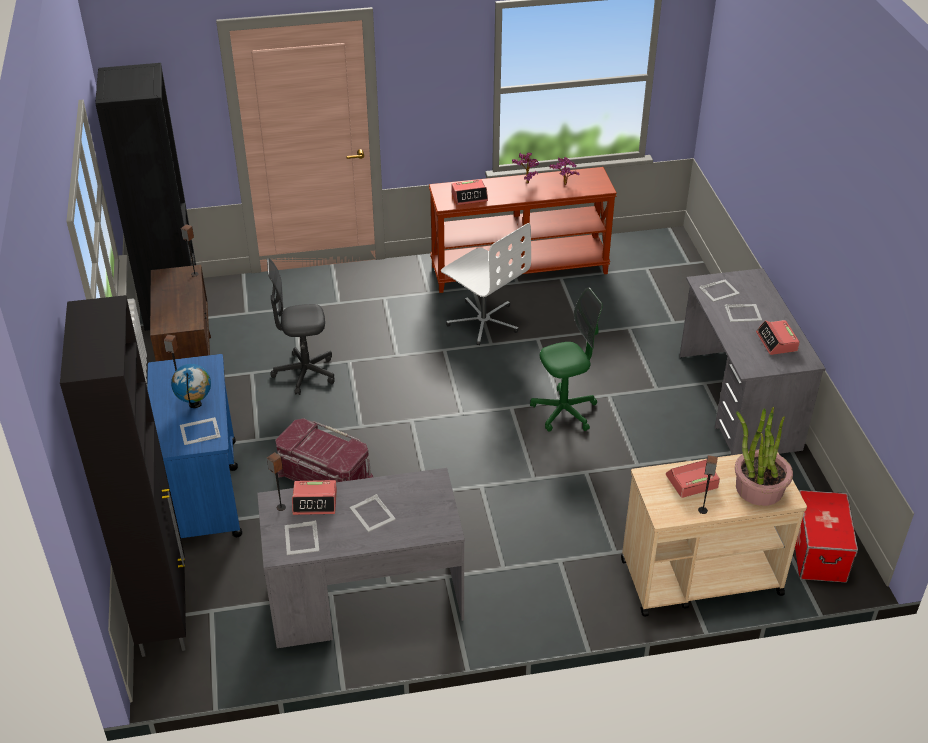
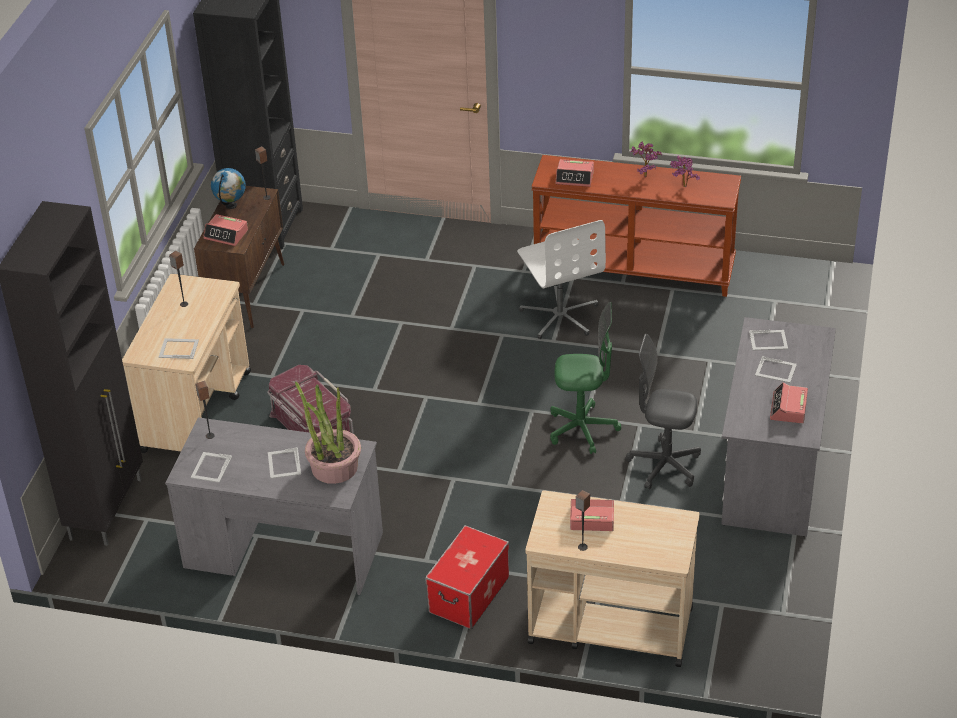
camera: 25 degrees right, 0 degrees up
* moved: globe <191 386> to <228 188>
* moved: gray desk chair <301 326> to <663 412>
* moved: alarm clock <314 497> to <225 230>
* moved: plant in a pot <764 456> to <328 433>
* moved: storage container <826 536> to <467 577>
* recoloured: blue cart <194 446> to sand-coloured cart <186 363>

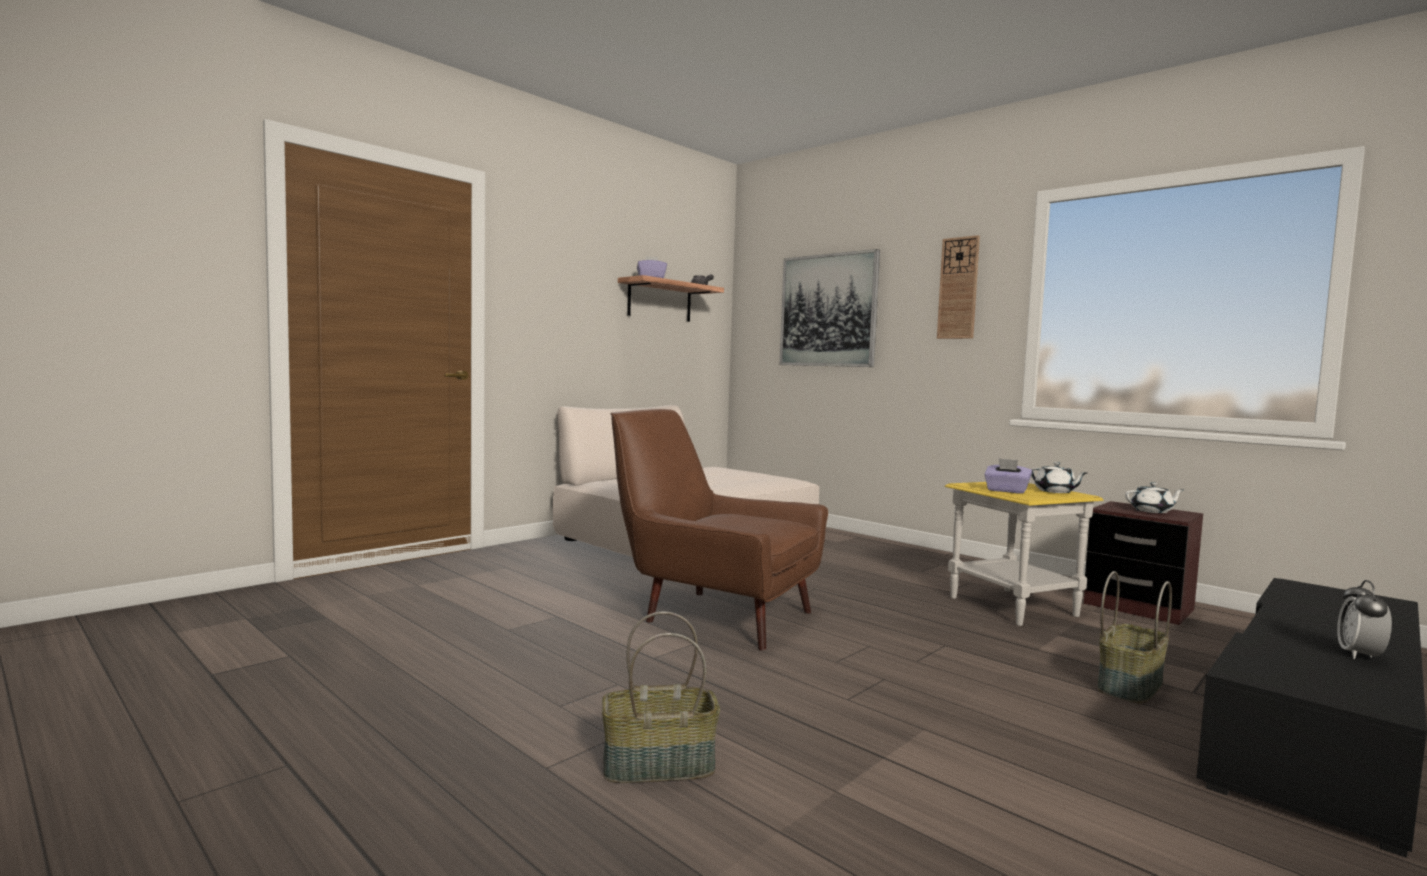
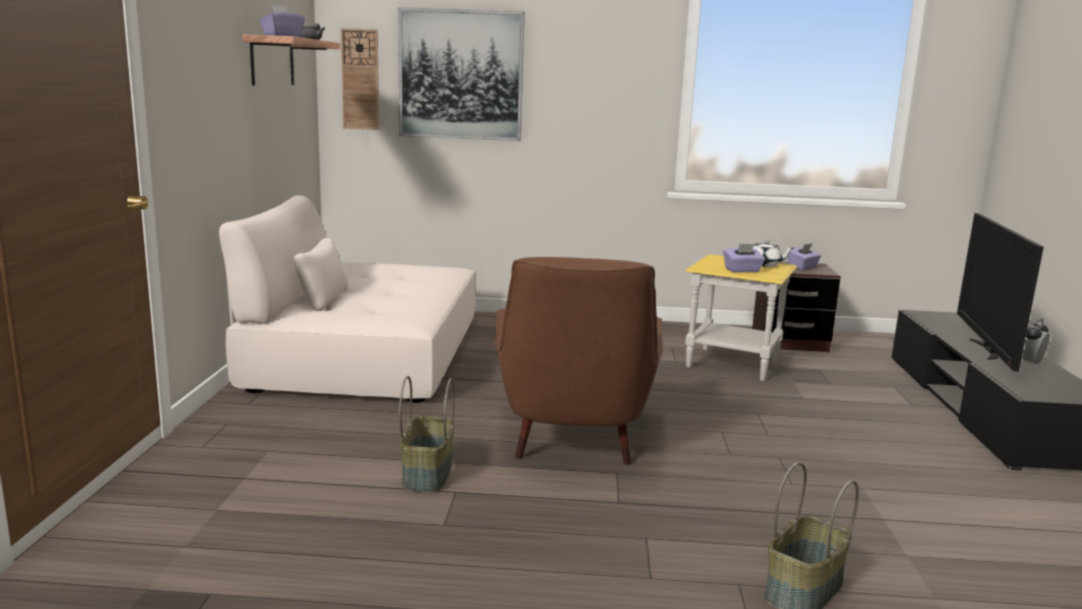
camera: 40 degrees left, 10 degrees up
* added: television <1000 292>
* moved: hanging clock <958 287> to <360 79>
* moved: basket <1134 637> to <426 434>
* replaced: whitish tea pot <1154 497> to purple-coloured box of tissues <804 256>
* turned: brown-coloured armchair <719 530> = <579 361> 75 degrees counterclockwise
* turned: alarm clock <1364 619> = <1035 341> 60 degrees clockwise

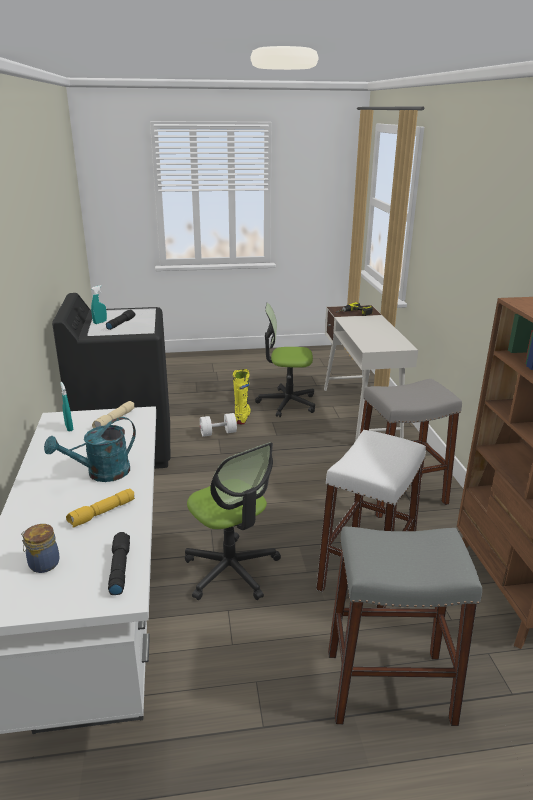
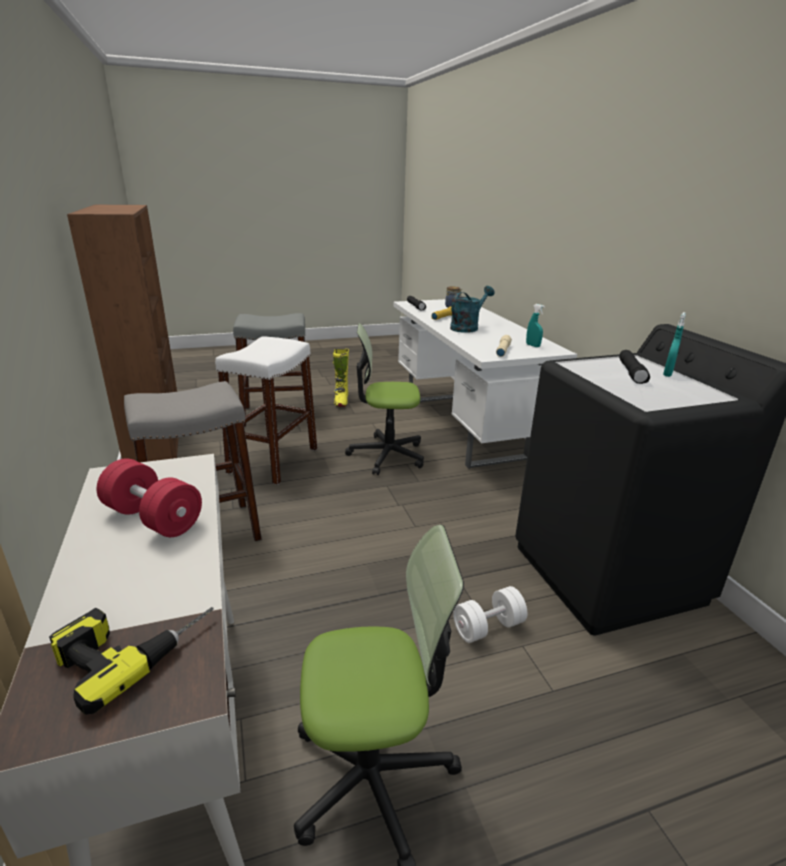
camera: 170 degrees right, 0 degrees up
* added: red hand weight <149 497>
* moved: yellow high-top boot <242 396> to <341 378>
* turned: desk chair <233 521> = <384 399> 45 degrees counterclockwise

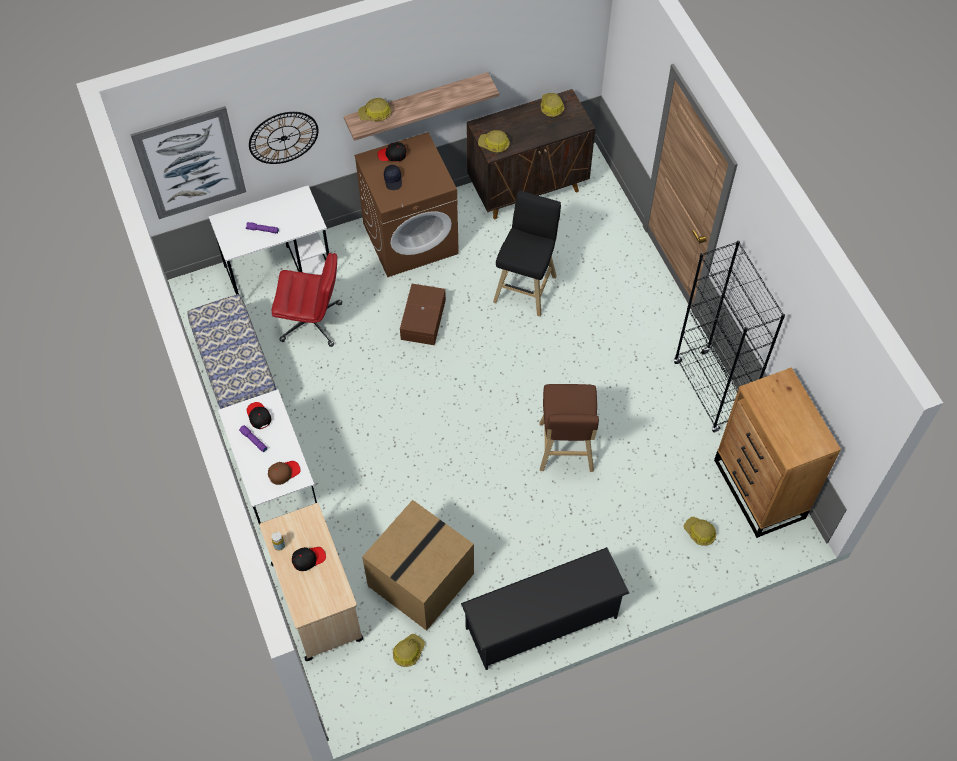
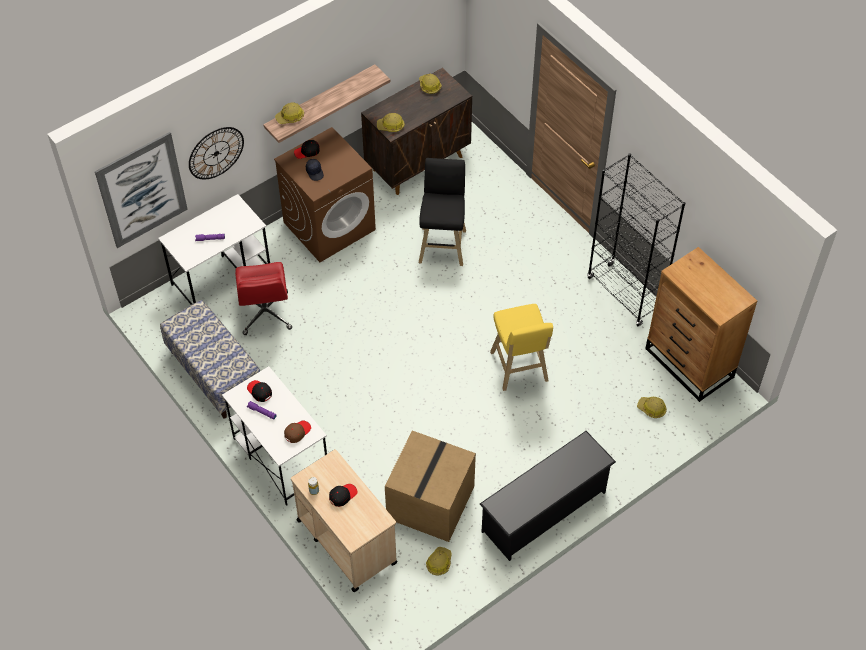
camera: 15 degrees left, 5 degrees down
* removed: brown-coloured storage container <423 314>
* recoloured: brown-coloured stool <569 428> to yellow stool <521 347>
* turned: red desk chair <307 300> = <263 298> 90 degrees clockwise

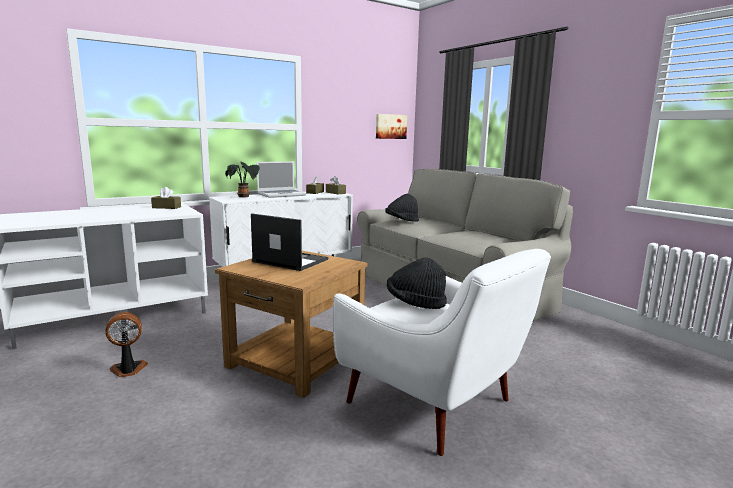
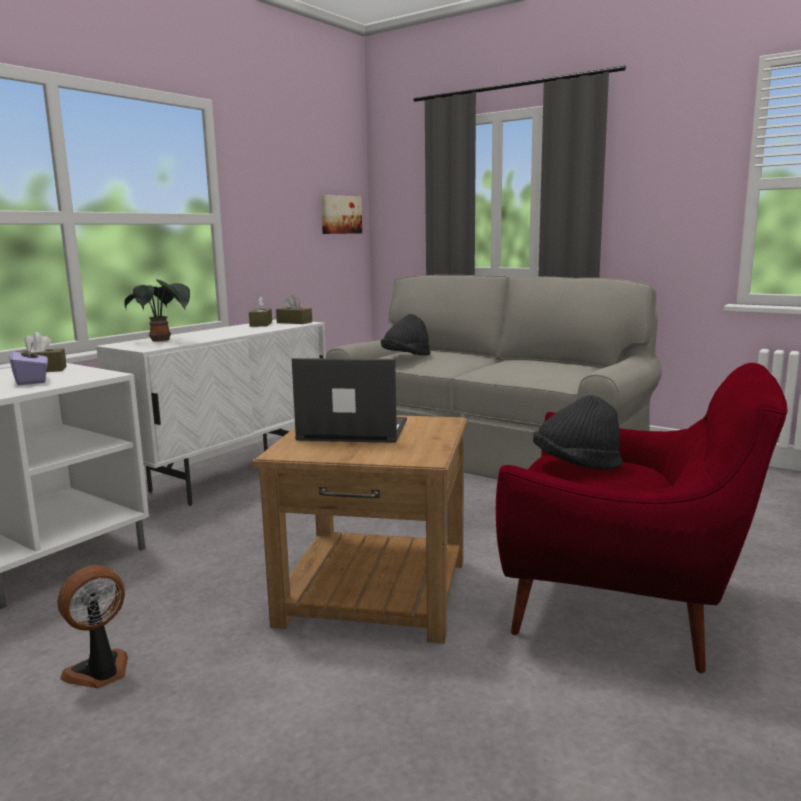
camera: 20 degrees left, 0 degrees up
* removed: portable computer <281 179>
* added: purple-coloured box of tissues <29 363>
* recoloured: whitish armchair <442 352> to red armchair <641 518>

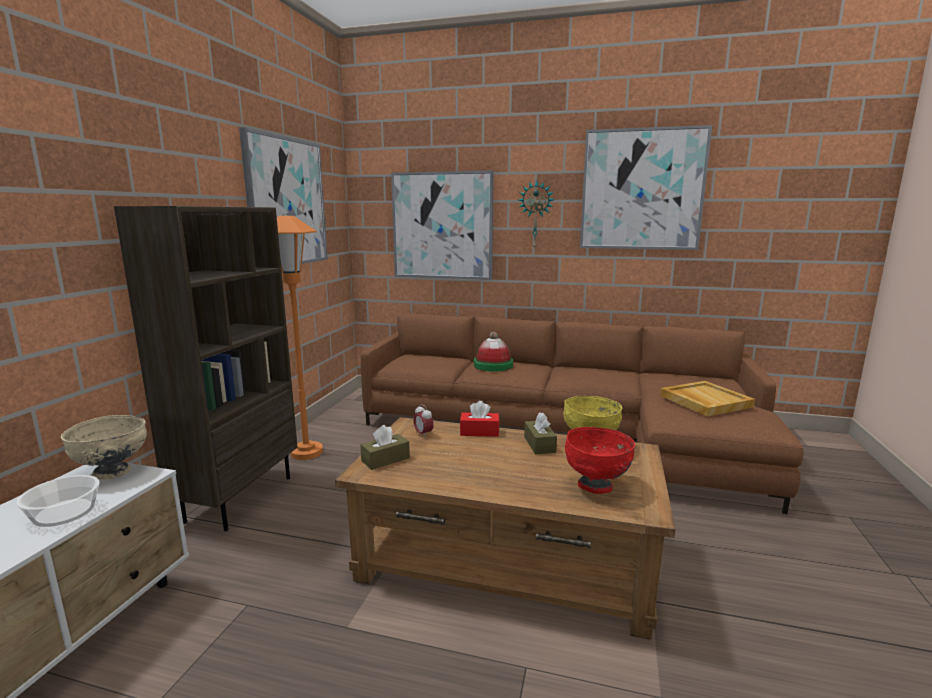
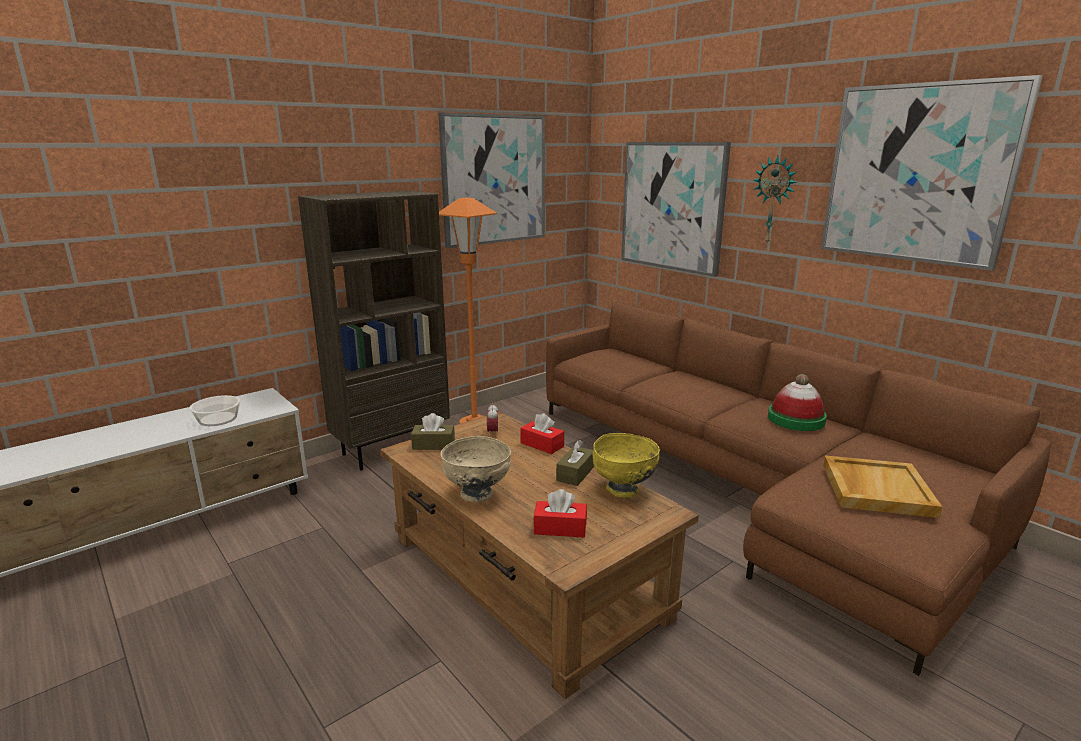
camera: 35 degrees right, 5 degrees up
* moved: sand-coloured bowl <104 447> to <476 469>
* moved: hat <493 352> to <797 402>
* replaced: red bowl <600 460> to red box of tissues <560 513>

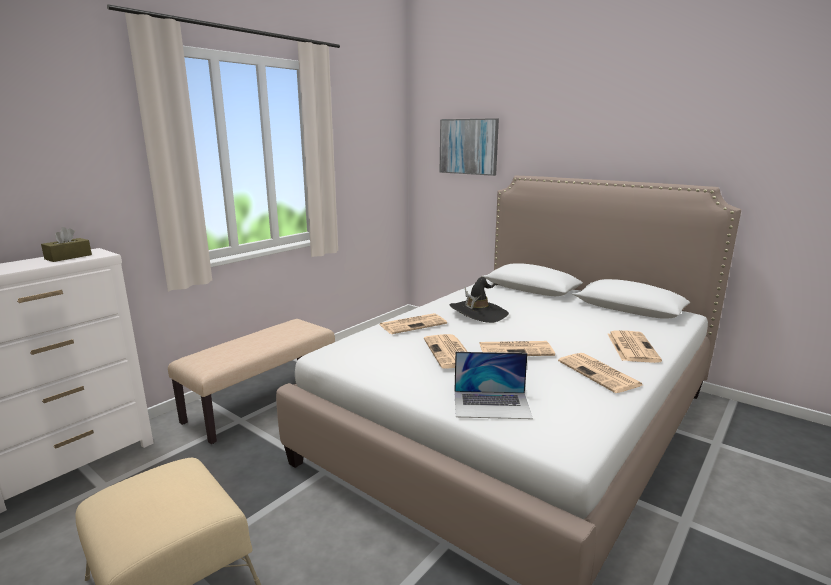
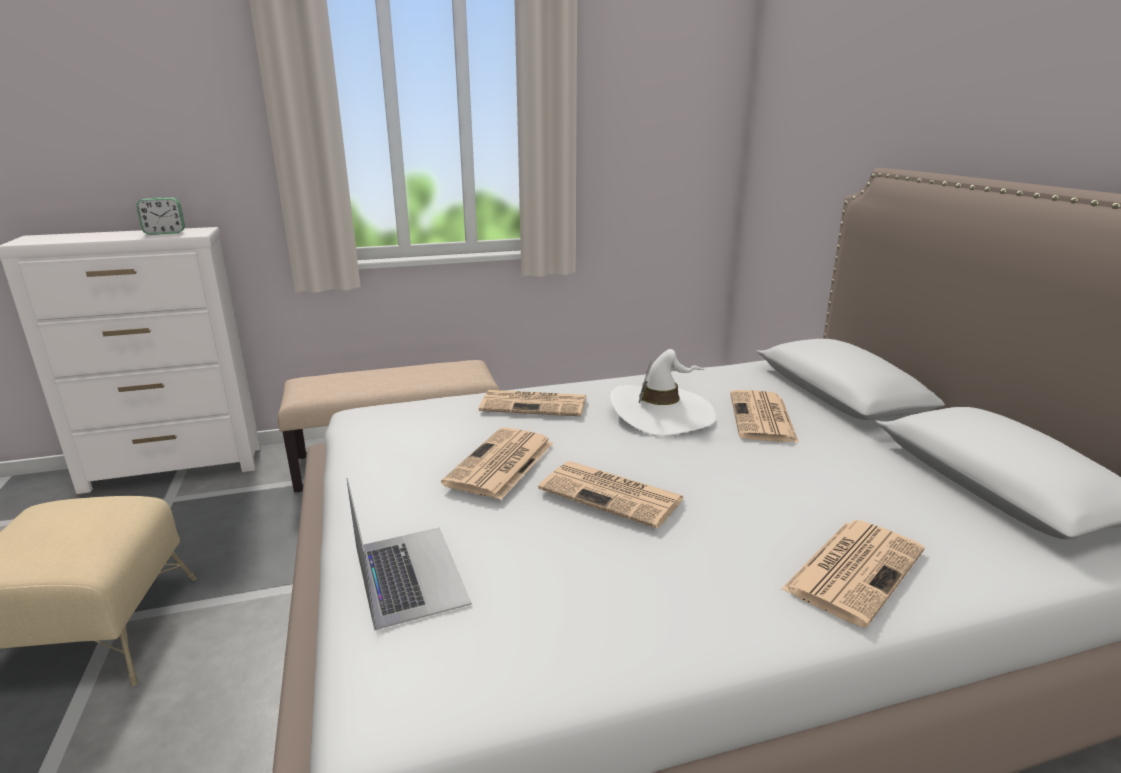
camera: 35 degrees right, 5 degrees up
* removed: wall picture <469 147>
* moved: newspaper <600 373> to <764 416>
* replaced: brown-coloured box of tissues <66 244> to alarm clock <160 216>
* recoloured: black hat <479 300> to whitish hat <663 392>
* turned: portable computer <493 385> = <409 554> 150 degrees counterclockwise

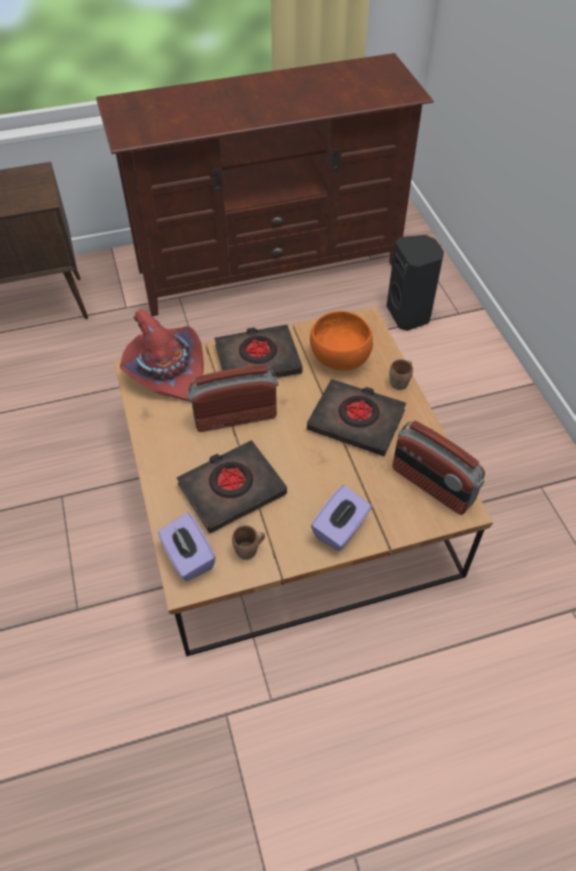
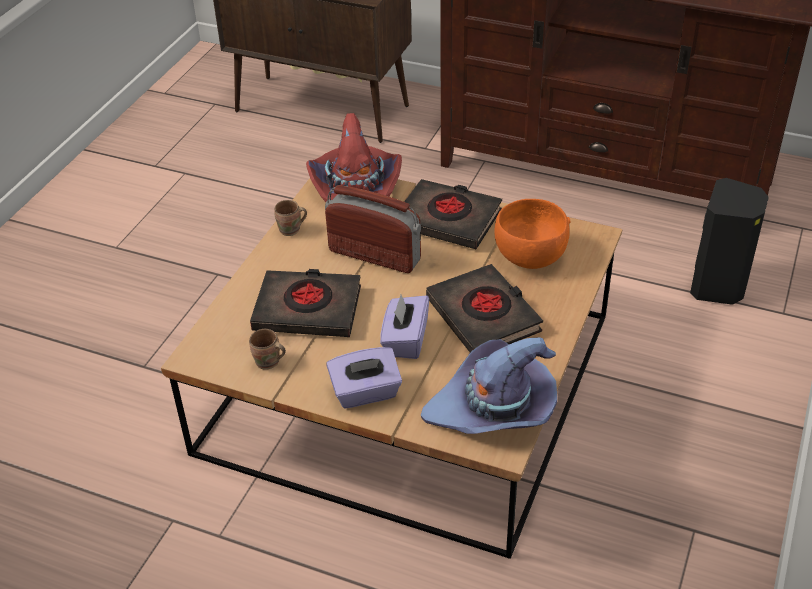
camera: 40 degrees right, 10 degrees down
* moved: purple-coloured box of tissues <187 546> to <404 327>
* moved: brown-coloured coffee mug <401 374> to <290 218>
* replaced: radio set <439 468> to purple-coloured hat <489 385>

